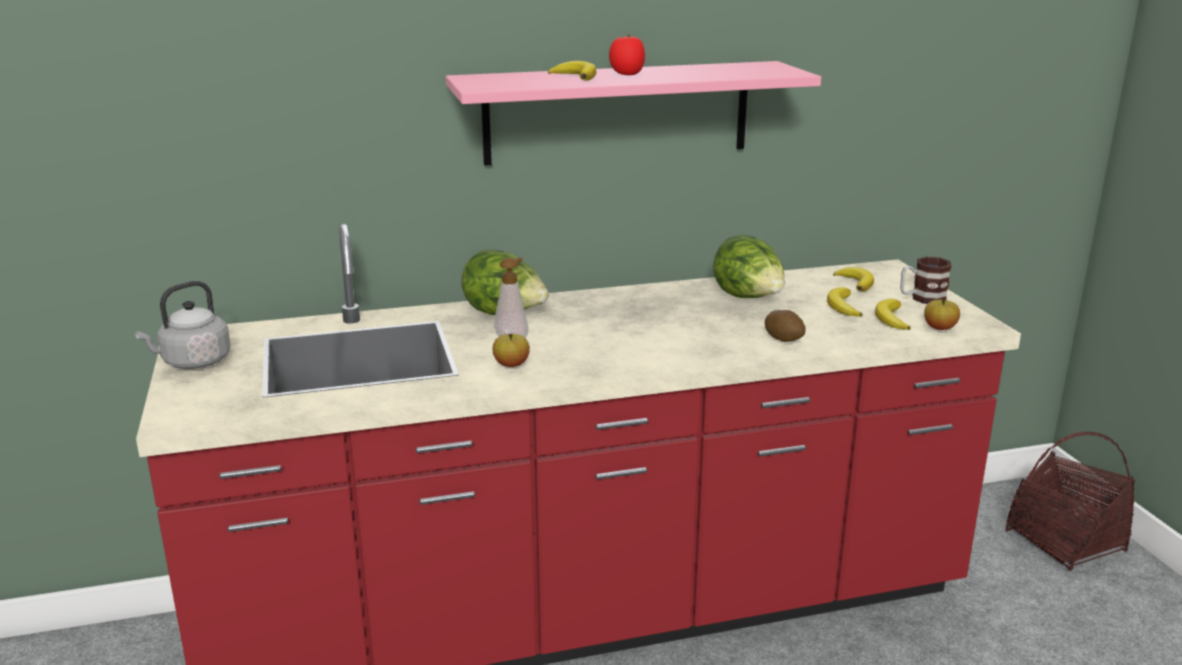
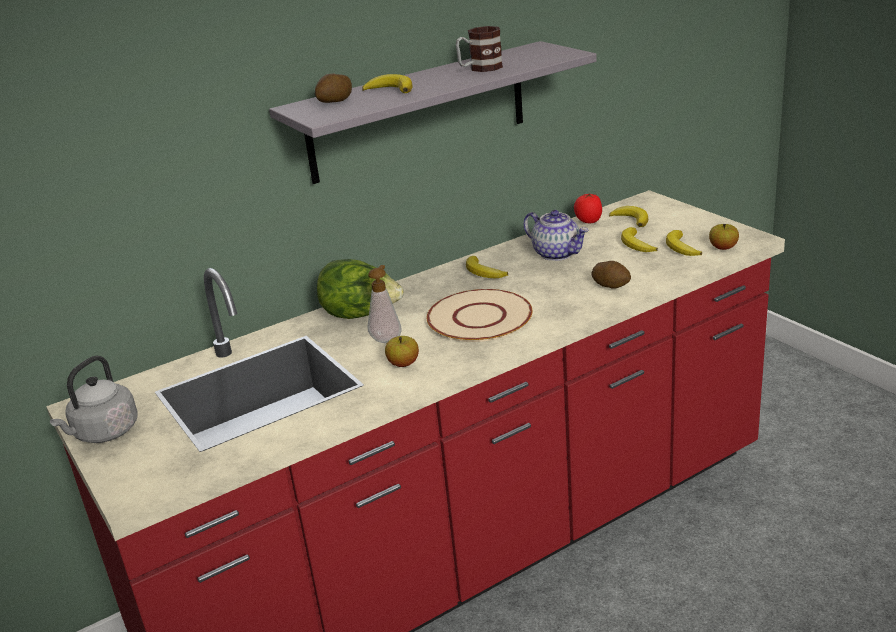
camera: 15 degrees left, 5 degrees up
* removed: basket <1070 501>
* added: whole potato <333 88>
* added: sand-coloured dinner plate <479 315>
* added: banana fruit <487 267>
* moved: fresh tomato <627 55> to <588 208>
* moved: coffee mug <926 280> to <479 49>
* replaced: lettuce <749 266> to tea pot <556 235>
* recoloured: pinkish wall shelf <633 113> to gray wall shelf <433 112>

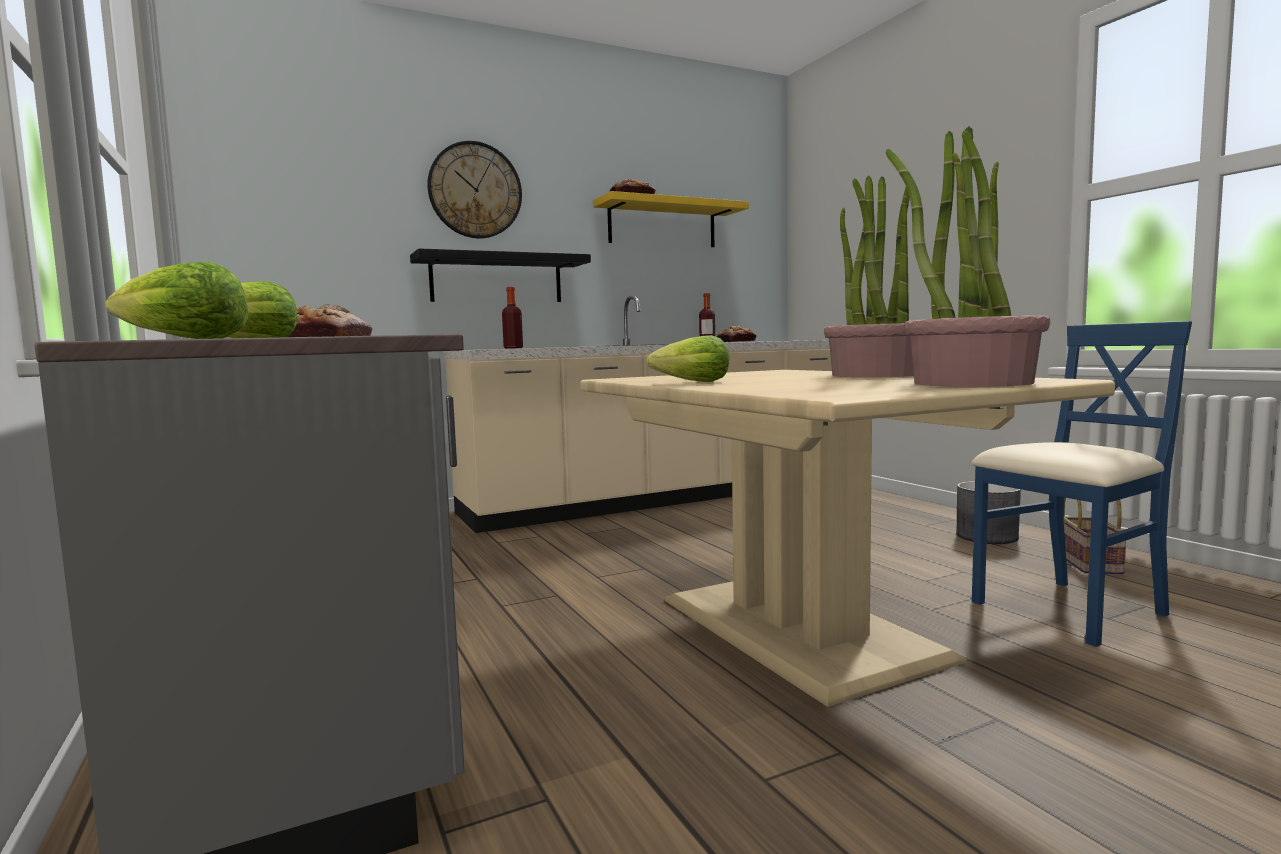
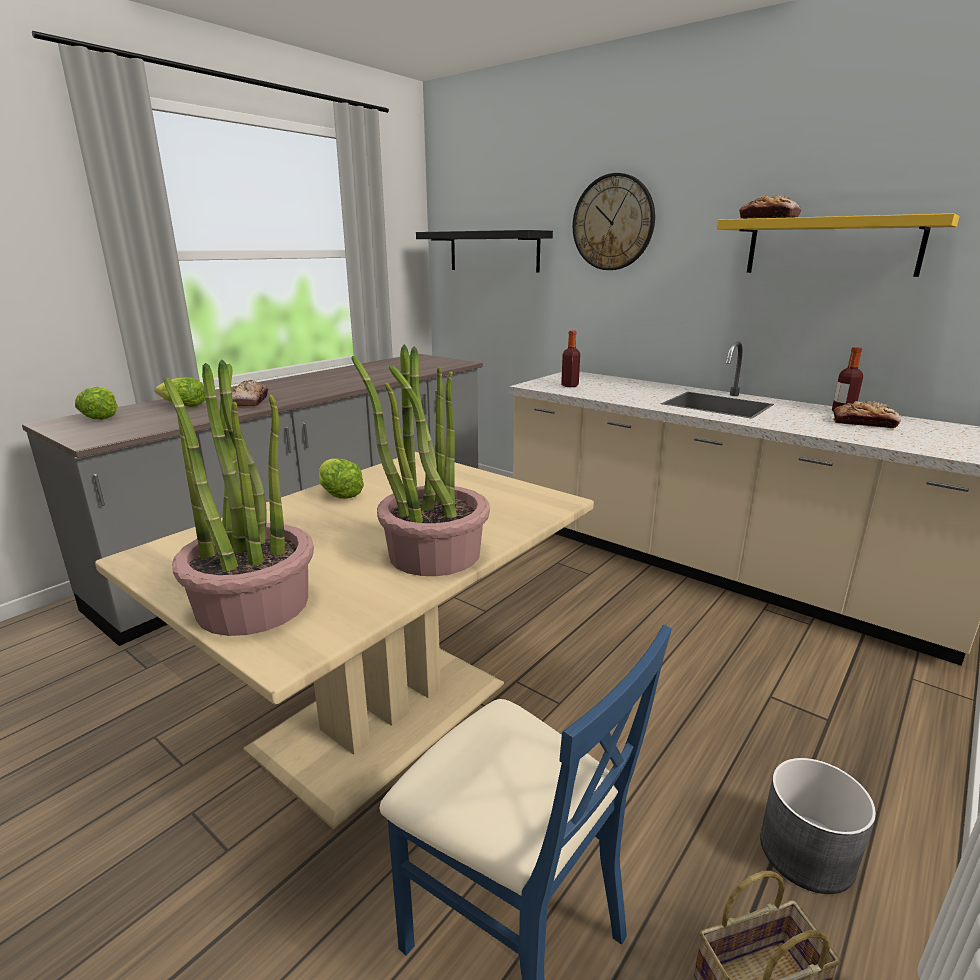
camera: 65 degrees right, 15 degrees up
* moved: black wall shelf <500 275> to <484 251>

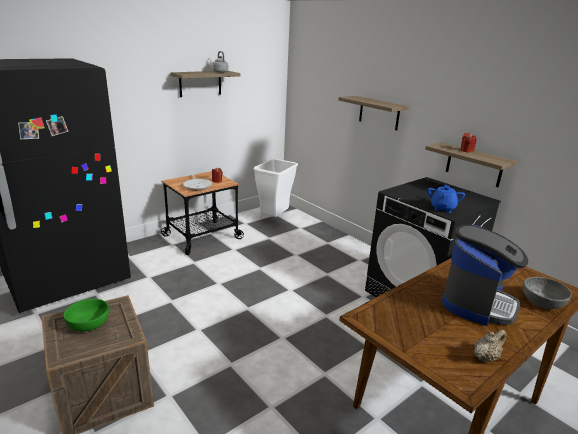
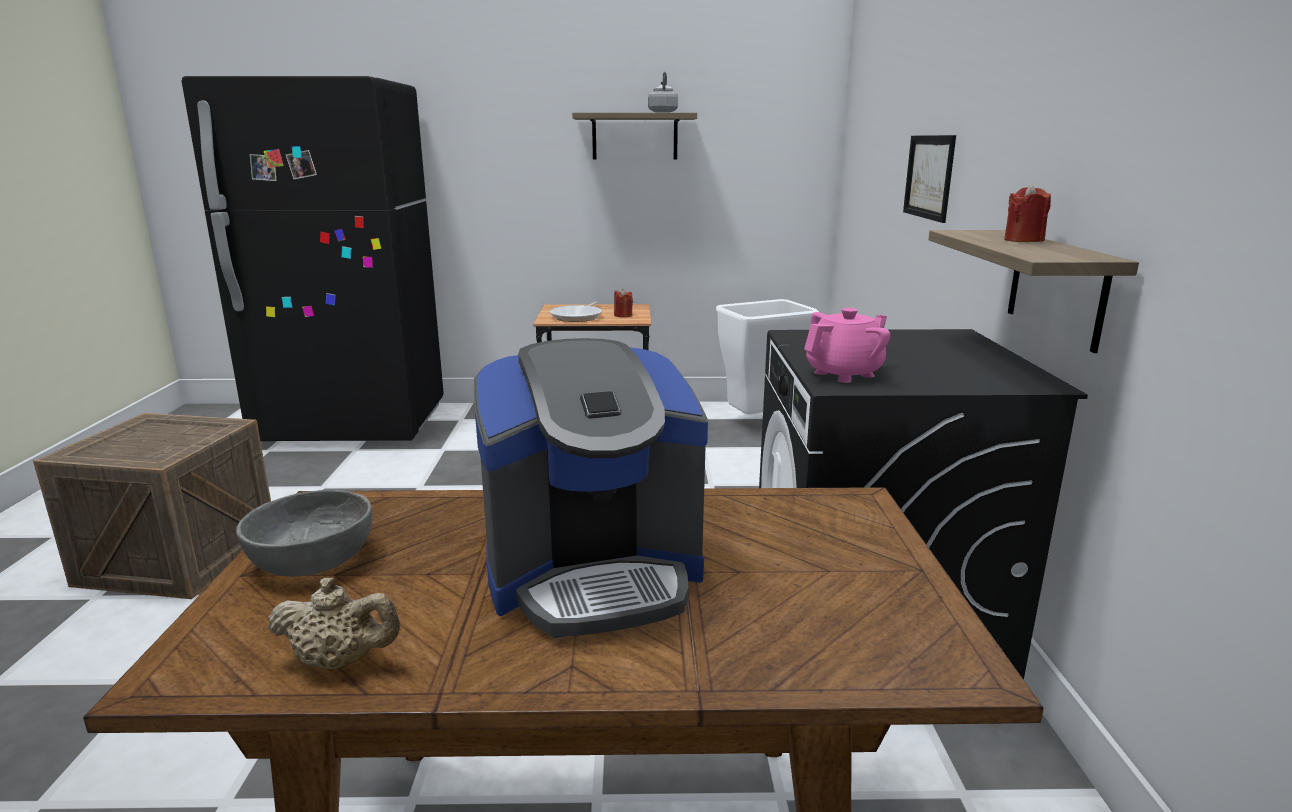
camera: 40 degrees right, 5 degrees down
* removed: green bowl <86 315>
* moved: gray bowl <547 293> to <304 533>
* replaced: wall shelf <373 113> to wall picture <929 179>
* recoloured: blue tea pot <446 199> to pinkish tea pot <847 345>

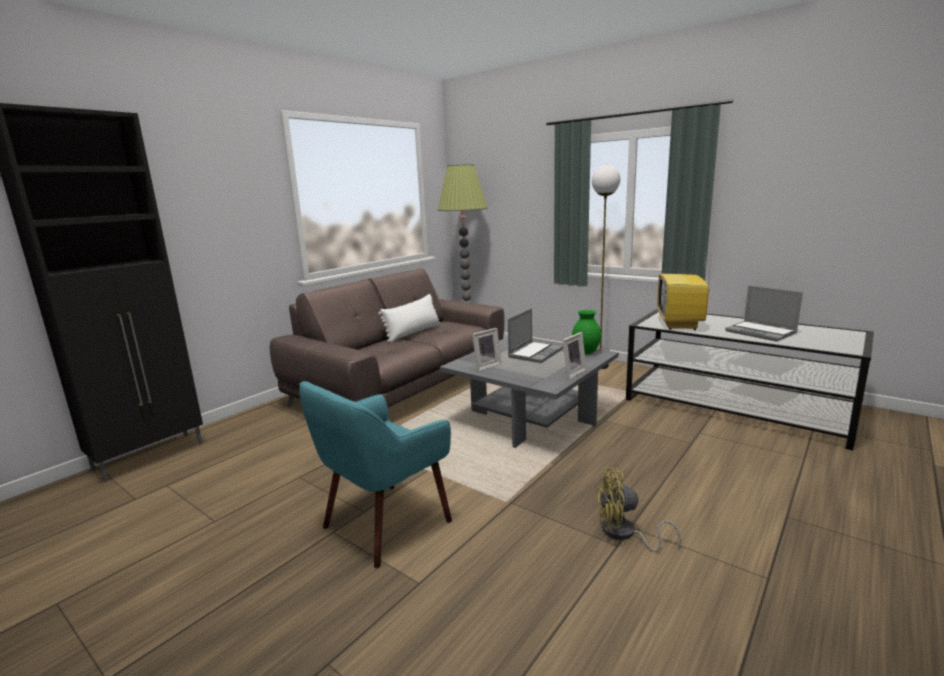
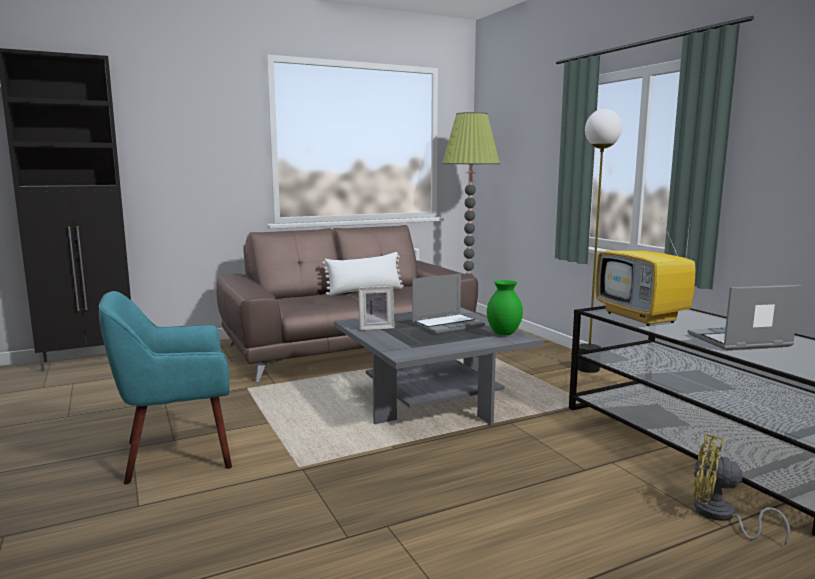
camera: 25 degrees right, 5 degrees down
* removed: picture frame <575 355>
* moved: yellow electric fan <638 510> to <741 490>
* turned: television <684 290> = <646 268> 60 degrees counterclockwise
* turned: portable computer <764 313> = <744 317> 90 degrees clockwise

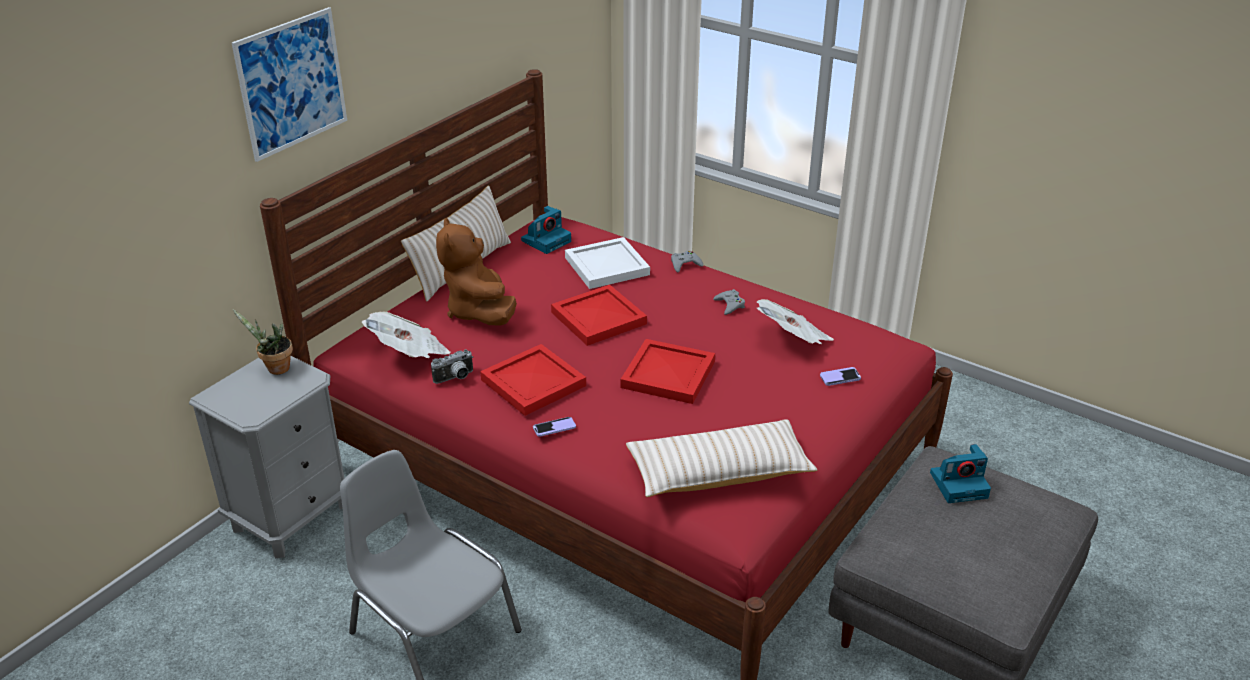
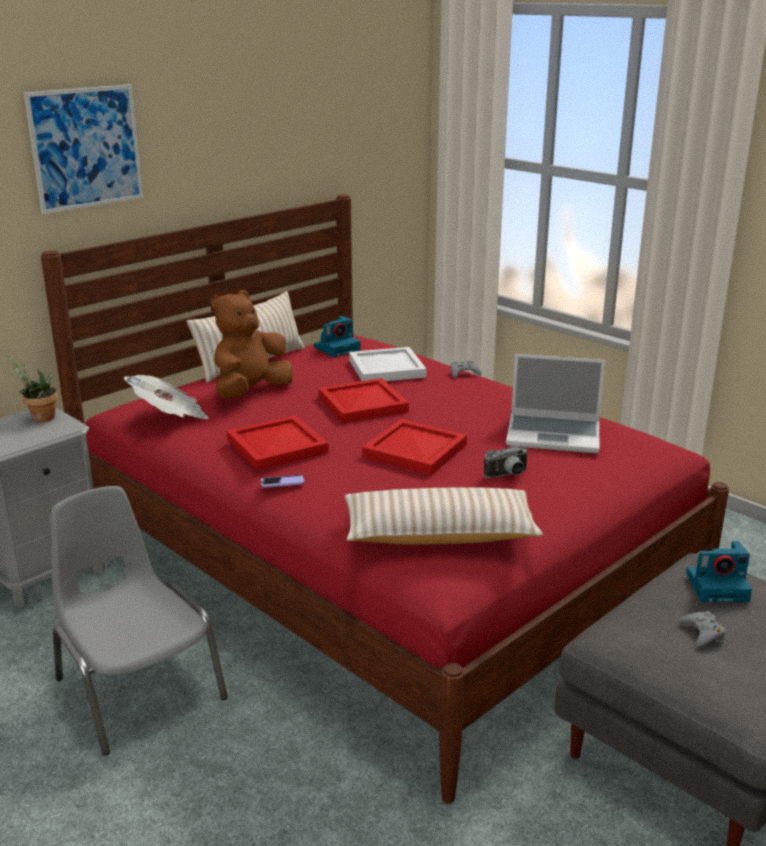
camera: 10 degrees right, 10 degrees down
* removed: handset <840 376>
* moved: still camera <452 366> to <506 461>
* moved: gray game controller <729 302> to <702 629>
* replaced: newspaper <795 321> to portable computer <555 403>
* turned: brown-coloured plush toy <476 272> = <252 344> 45 degrees clockwise

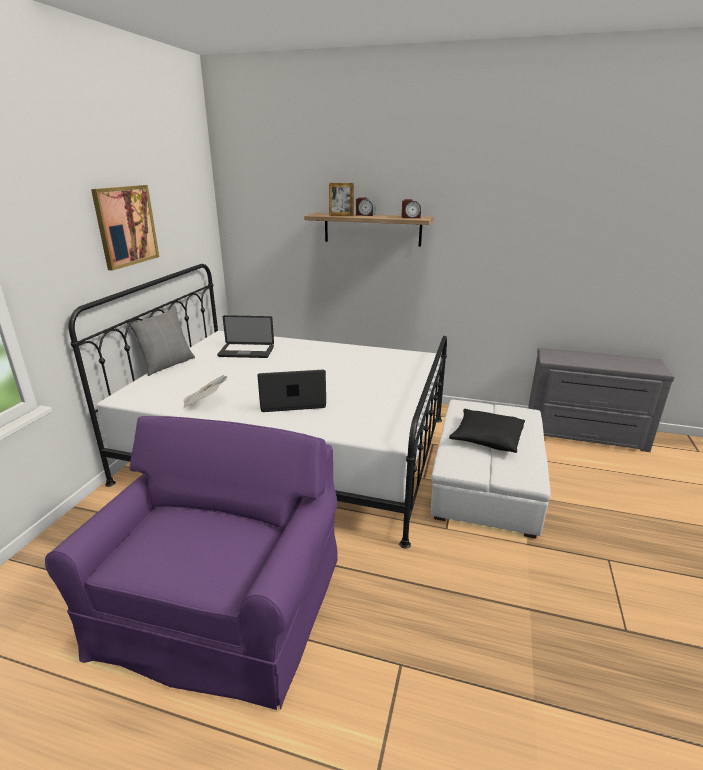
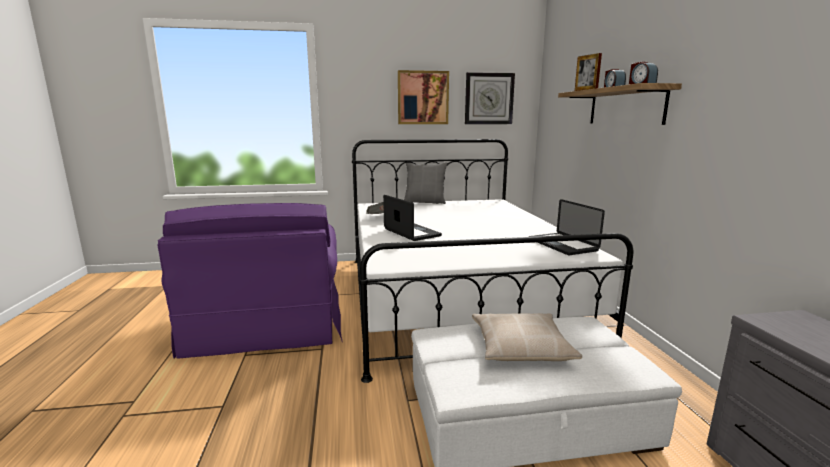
camera: 65 degrees right, 10 degrees down
* added: hanging clock <490 98>
* moved: portable computer <245 336> to <567 227>
* recoloured: black pillow <487 431> to sand-coloured pillow <527 337>
* turned: purple-coloured armchair <191 563> = <250 281> 90 degrees clockwise

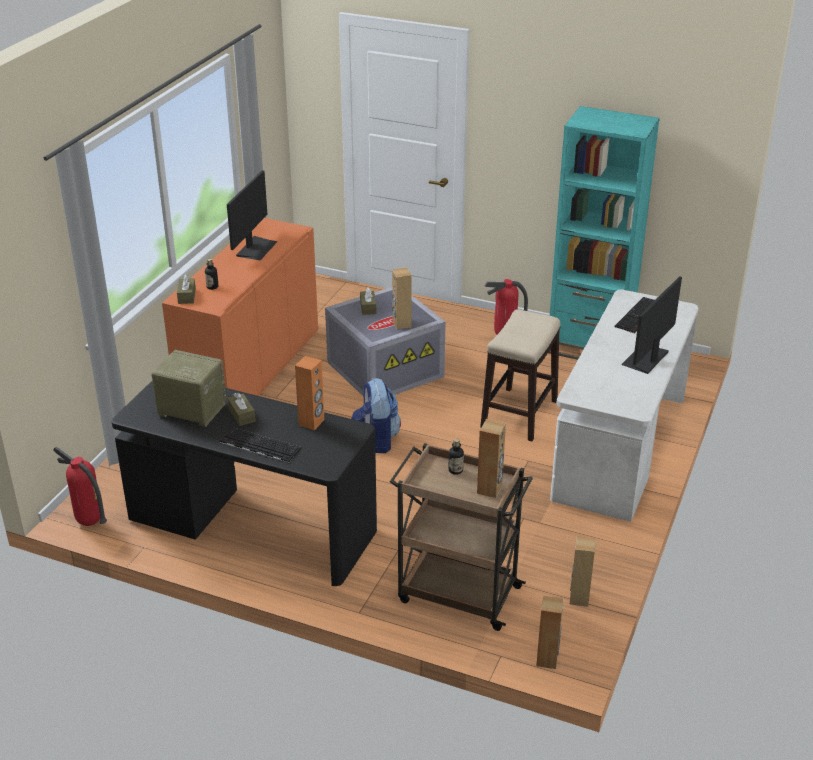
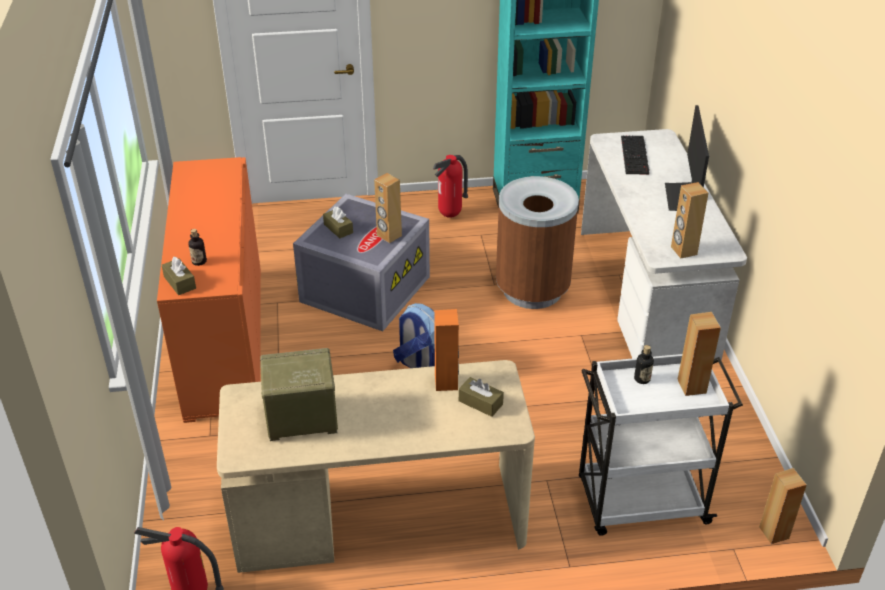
camera: 30 degrees left, 5 degrees up
* removed: computer keyboard <260 445>
* removed: monitor <252 215>
* moved: brown-coloured box of tissues <241 409> to <481 397>
* moved: brown-coloured audio speaker <583 571> to <689 220>
* replaced: stool <520 375> to brown-coloured trash can <537 242>
* recoloured: black desk unit <244 483> to sand-coloured desk unit <376 466>
* recoloured: brown-coloured cart <461 537> to whitish cart <661 445>

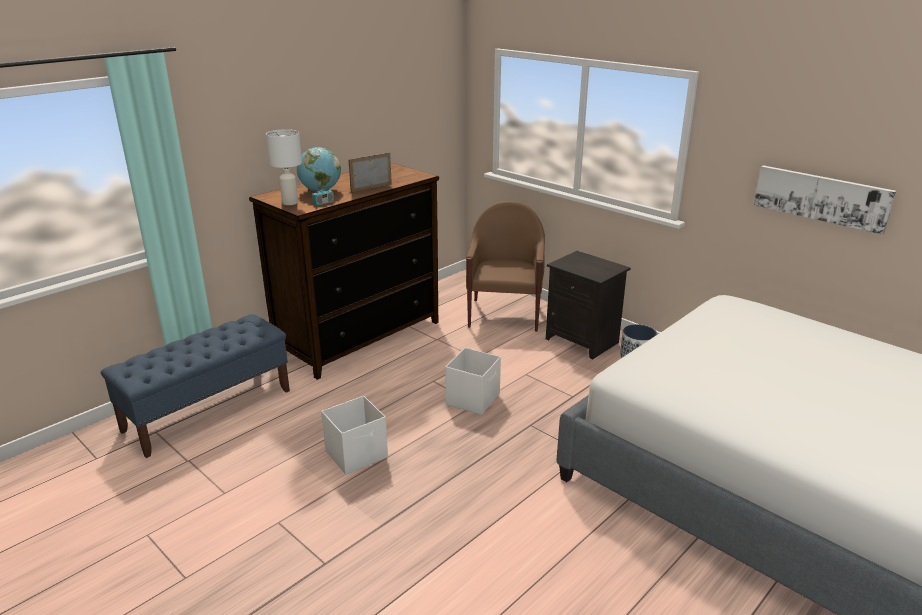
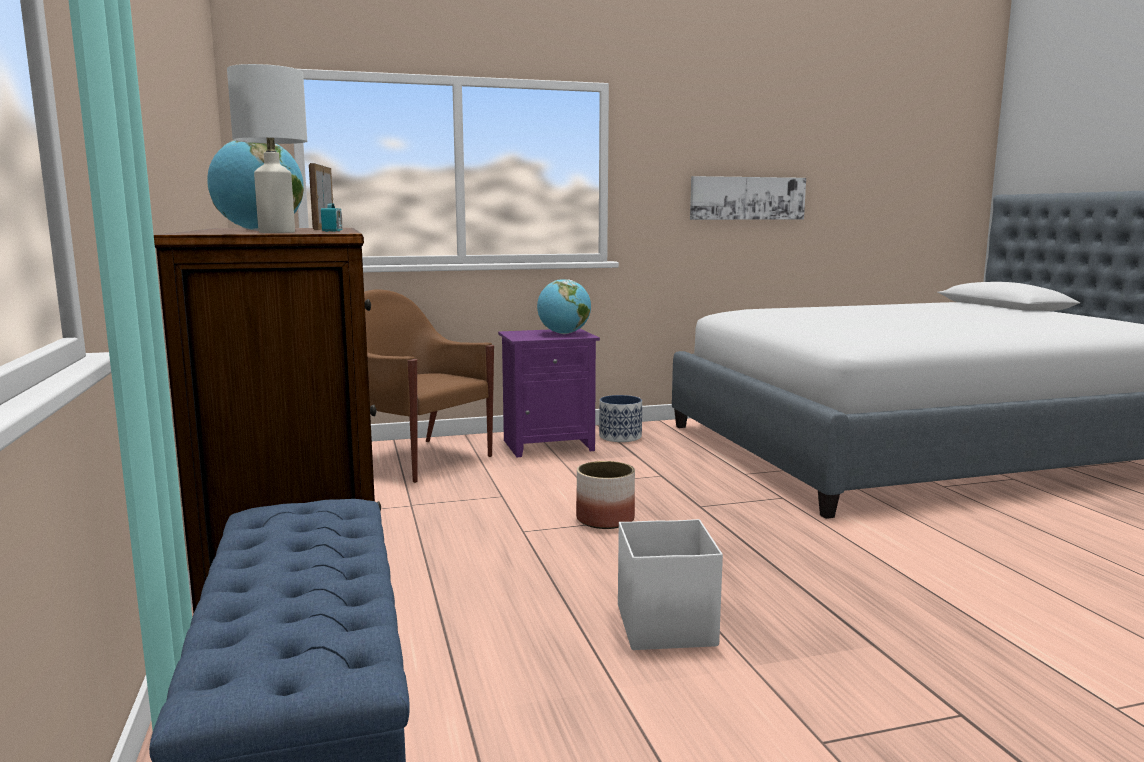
camera: 60 degrees left, 15 degrees down
* added: globe <564 306>
* replaced: whitish storage container <473 381> to plant pot <605 495>
* recoloured: black bedside table <588 305> to purple-coloured bedside table <549 393>

